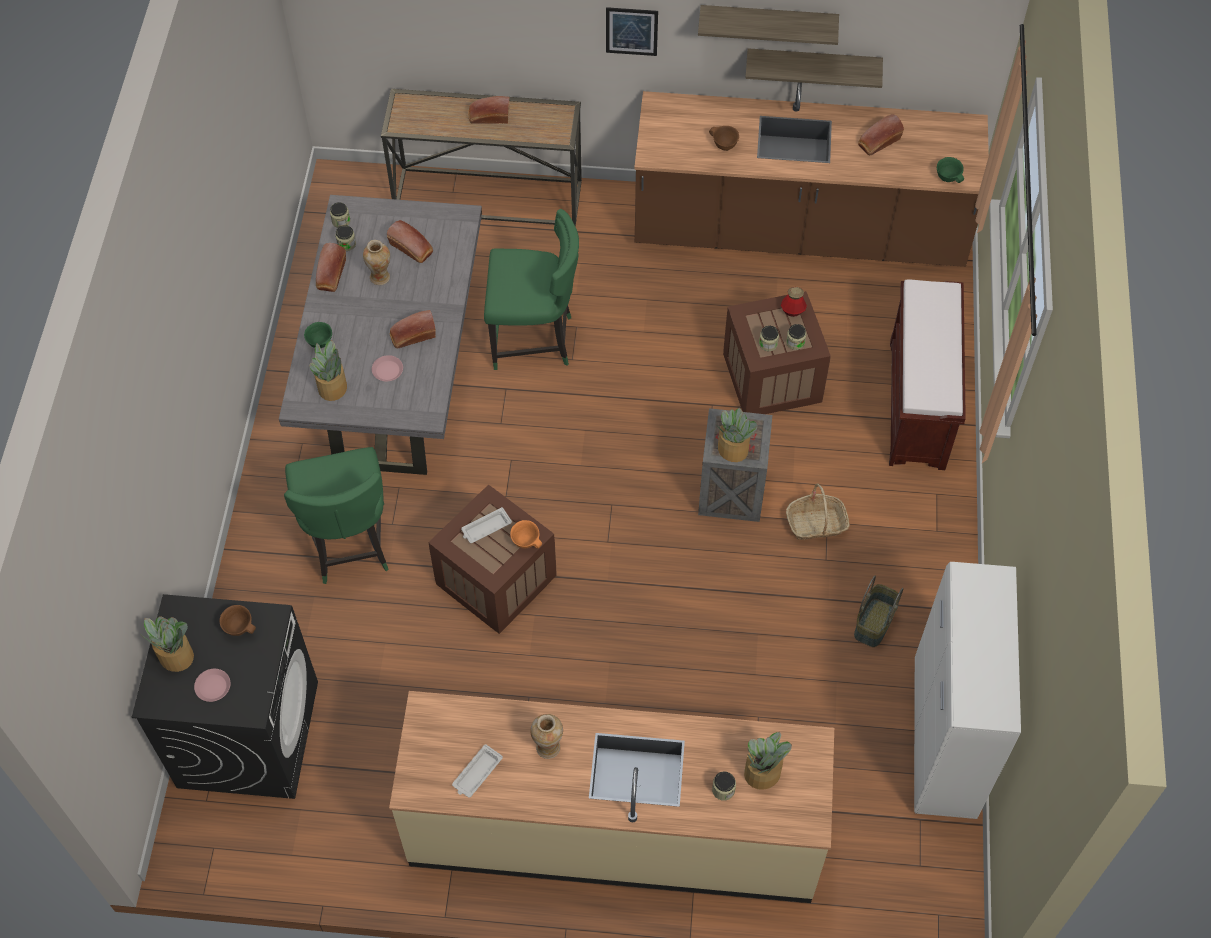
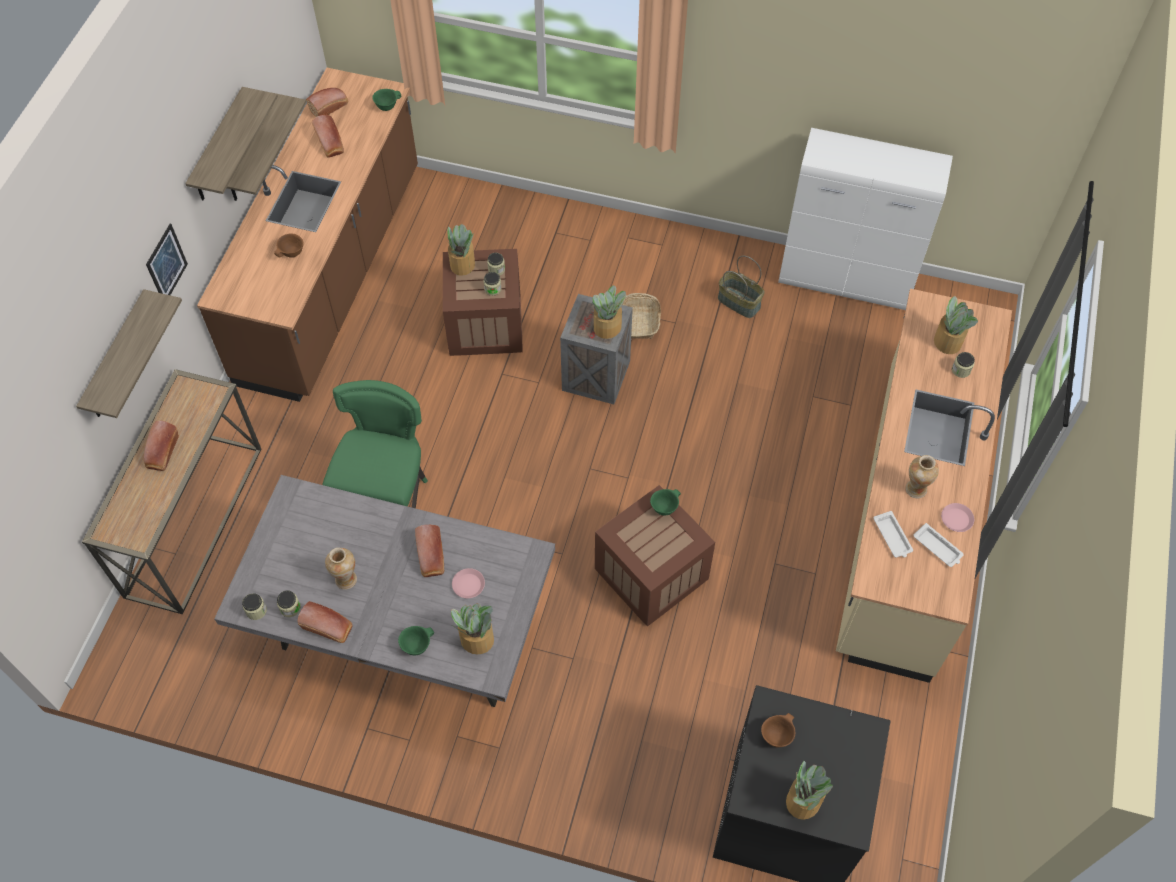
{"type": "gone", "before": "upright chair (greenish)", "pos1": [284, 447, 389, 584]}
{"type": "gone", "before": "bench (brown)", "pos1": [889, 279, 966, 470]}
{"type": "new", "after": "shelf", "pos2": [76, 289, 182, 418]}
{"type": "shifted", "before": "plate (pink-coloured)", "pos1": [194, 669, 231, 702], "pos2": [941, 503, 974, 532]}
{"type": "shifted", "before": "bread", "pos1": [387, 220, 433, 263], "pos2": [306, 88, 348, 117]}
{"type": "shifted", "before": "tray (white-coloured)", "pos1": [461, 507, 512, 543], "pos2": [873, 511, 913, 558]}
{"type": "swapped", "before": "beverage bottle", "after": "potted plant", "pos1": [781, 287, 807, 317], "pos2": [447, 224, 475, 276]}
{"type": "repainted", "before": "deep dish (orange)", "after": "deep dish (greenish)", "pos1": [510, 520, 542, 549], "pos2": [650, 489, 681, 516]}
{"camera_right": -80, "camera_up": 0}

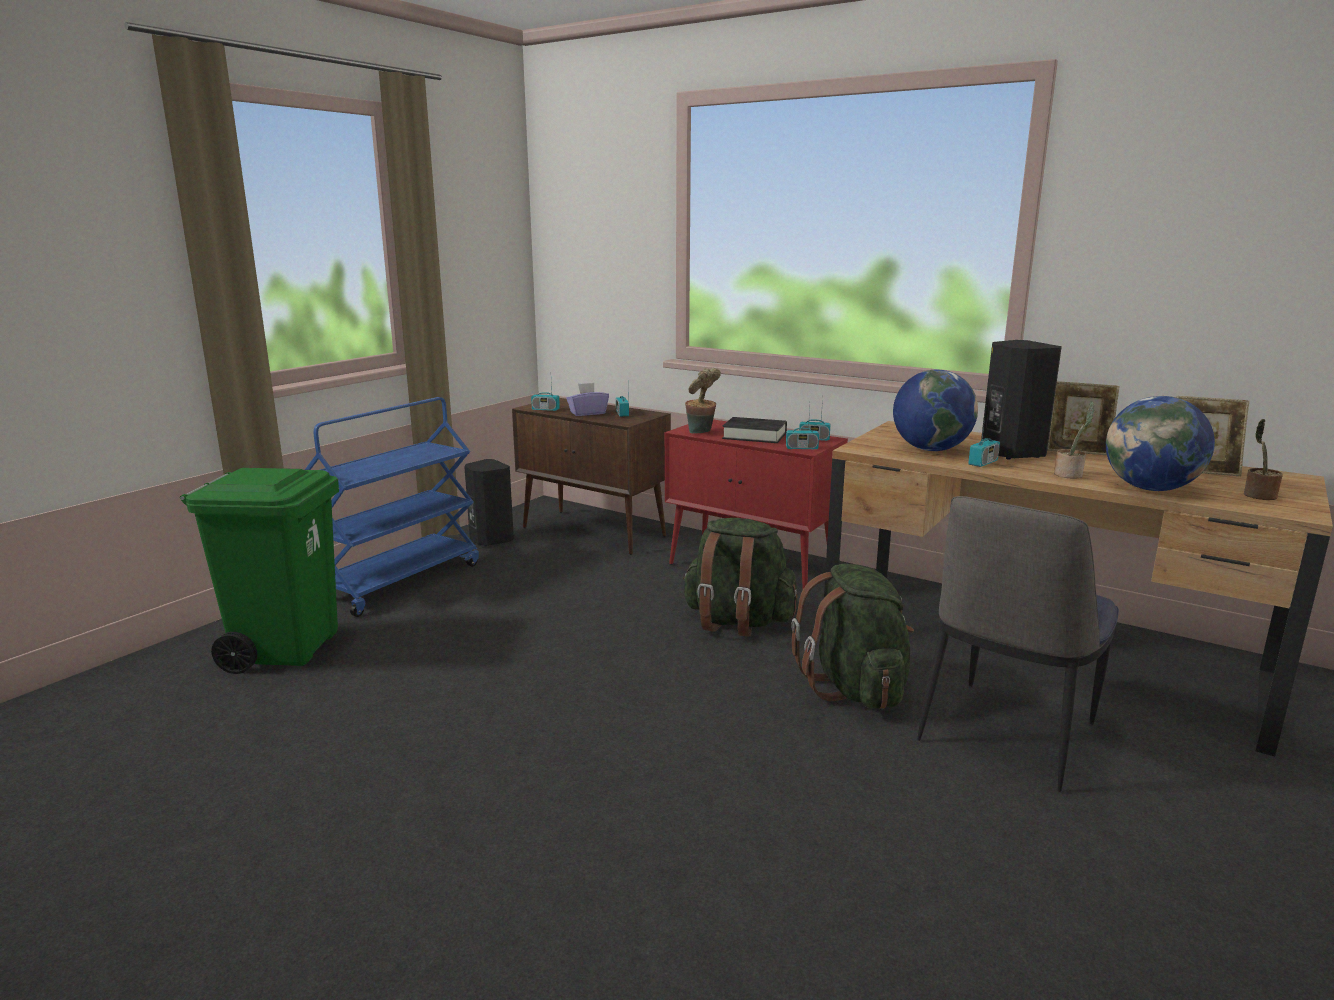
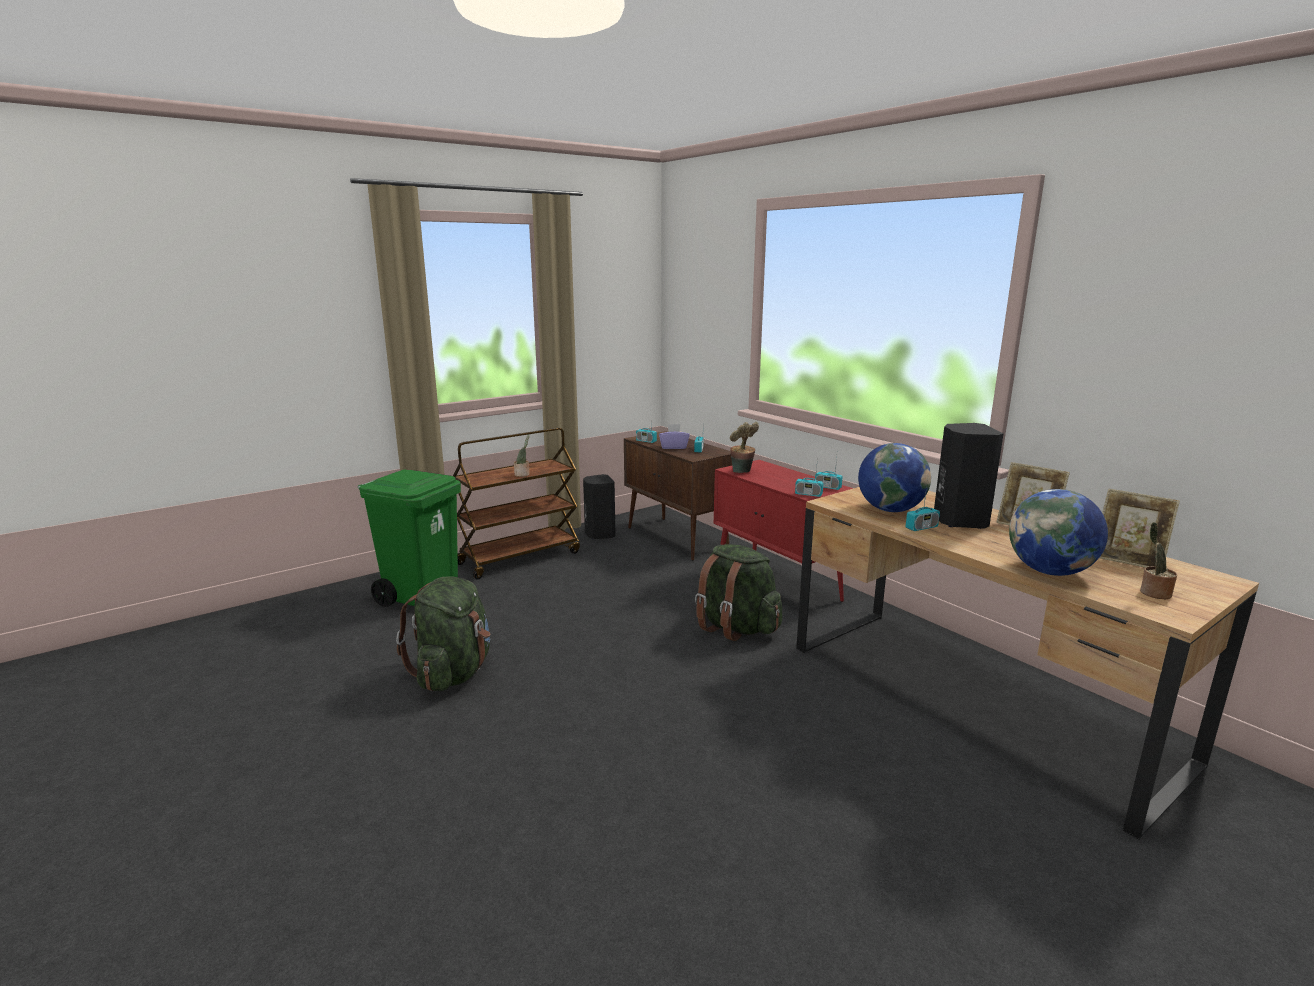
{"type": "gone", "before": "volume (blackish)", "pos1": [722, 417, 787, 443]}
{"type": "gone", "before": "upright chair", "pos1": [917, 496, 1119, 792]}
{"type": "shifted", "before": "knapsack (greenish)", "pos1": [791, 564, 914, 709], "pos2": [396, 576, 491, 691]}
{"type": "shifted", "before": "potted plant", "pos1": [1054, 401, 1094, 479], "pos2": [514, 434, 529, 477]}
{"type": "repainted", "before": "trolley (blue-coloured)", "after": "trolley (brown)", "pos1": [305, 397, 479, 617], "pos2": [453, 428, 580, 580]}
{"camera_right": 20, "camera_up": 0}

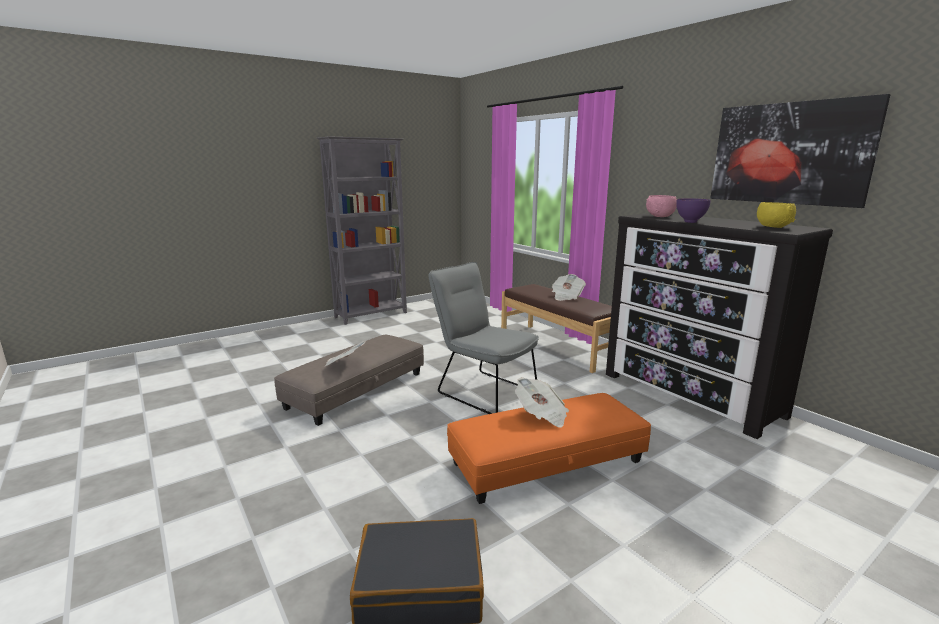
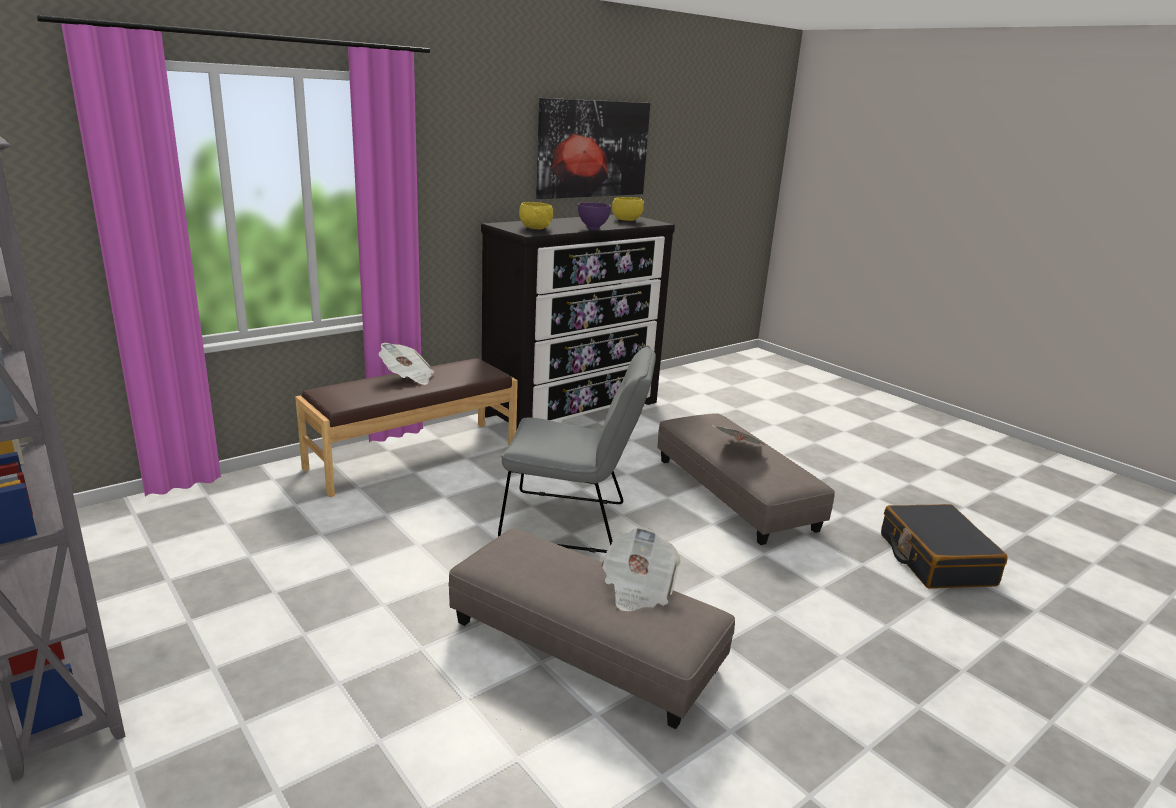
{"type": "repainted", "before": "pouffe (orange)", "after": "pouffe (grey)", "pos1": [447, 393, 651, 504], "pos2": [657, 413, 835, 545]}
{"type": "repainted", "before": "deep dish (pink-coloured)", "after": "deep dish (yellow)", "pos1": [646, 195, 677, 217], "pos2": [519, 202, 553, 229]}
{"type": "rotated", "before": "upright chair (grey)", "pos1": [428, 262, 539, 414], "pos2": [498, 345, 656, 553], "turn": -120}
{"camera_right": -95, "camera_up": 5}

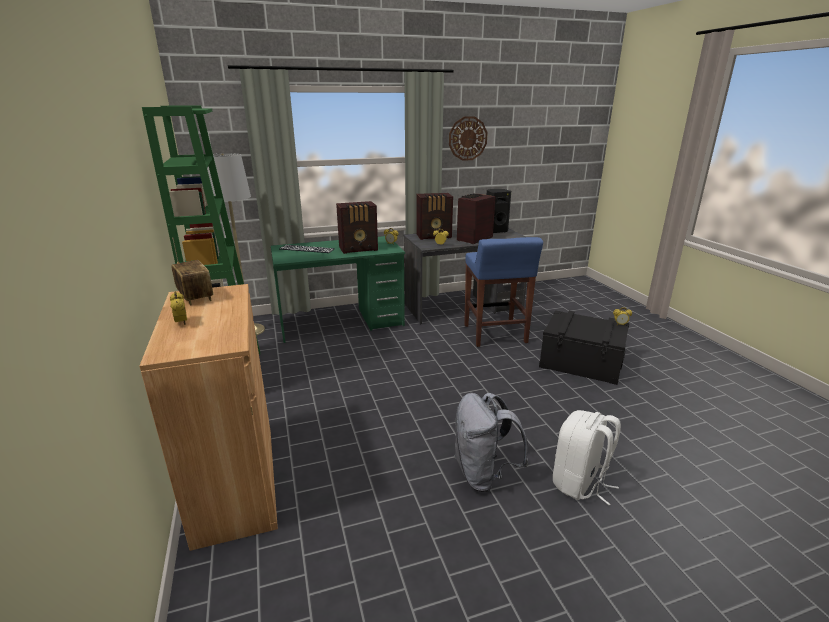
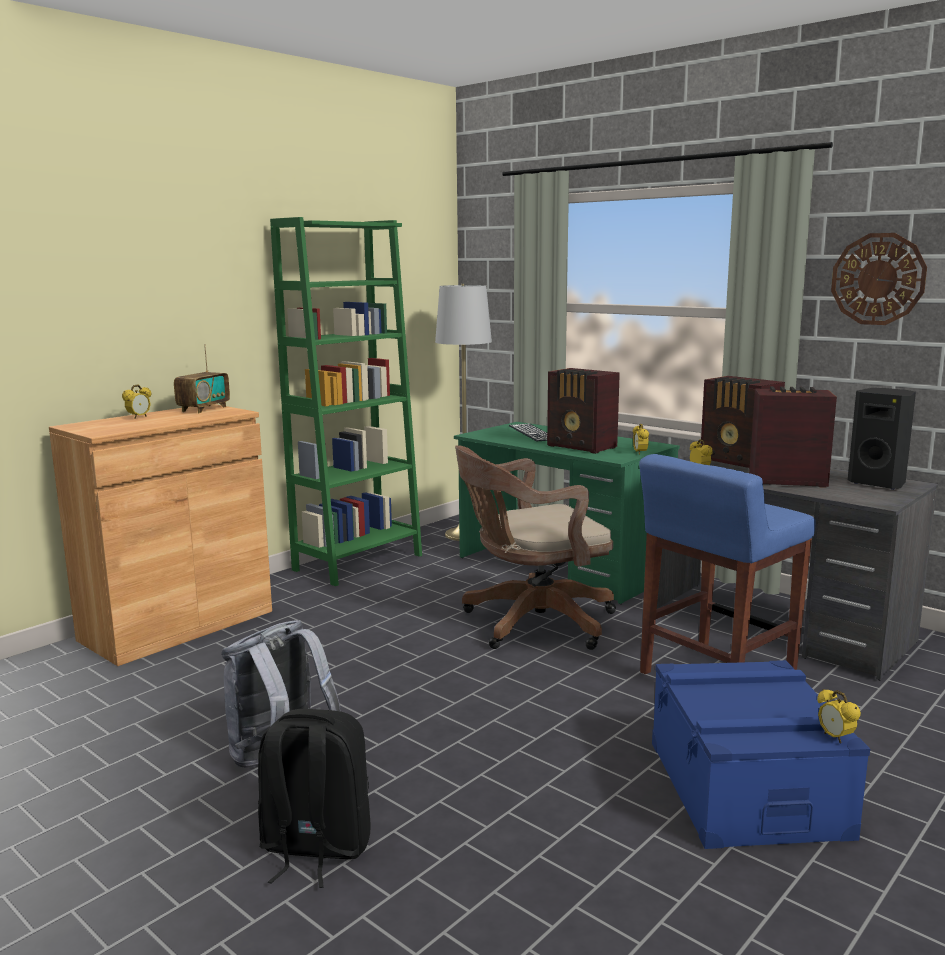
{"type": "new", "after": "desk chair (brown)", "pos2": [455, 445, 616, 650]}
{"type": "repainted", "before": "storage box (blackish)", "after": "storage box (blue-coloured)", "pos1": [539, 310, 629, 385], "pos2": [652, 660, 870, 849]}
{"type": "repainted", "before": "knapsack (white-coloured)", "after": "knapsack (blackish)", "pos1": [553, 410, 621, 505], "pos2": [258, 709, 371, 888]}
{"camera_right": 60, "camera_up": -10}

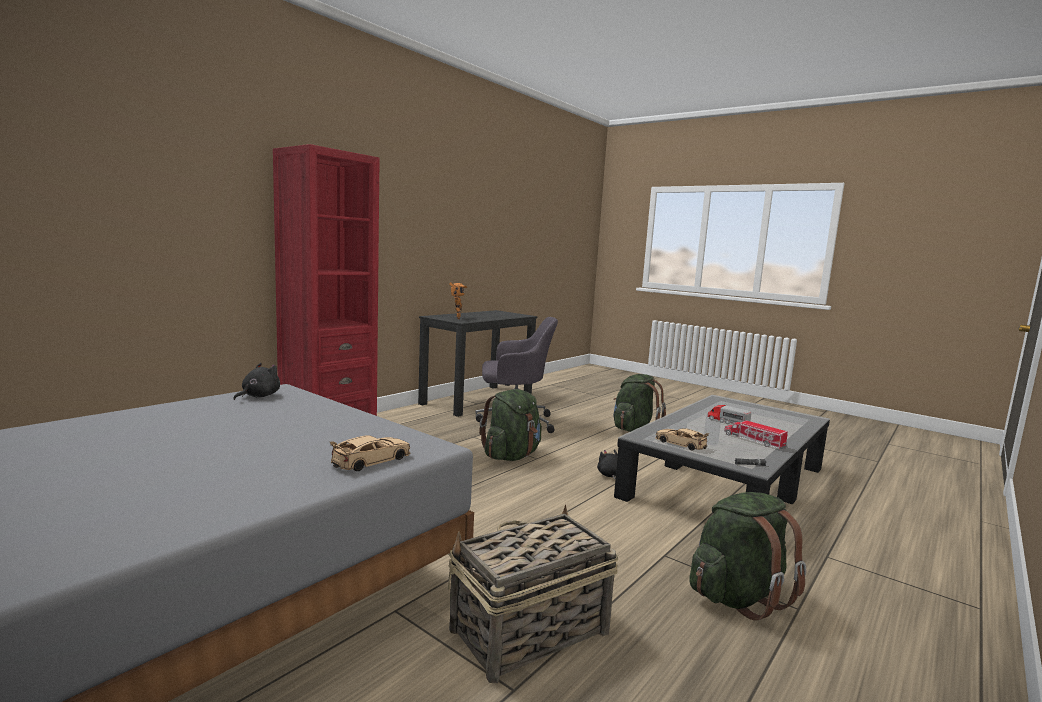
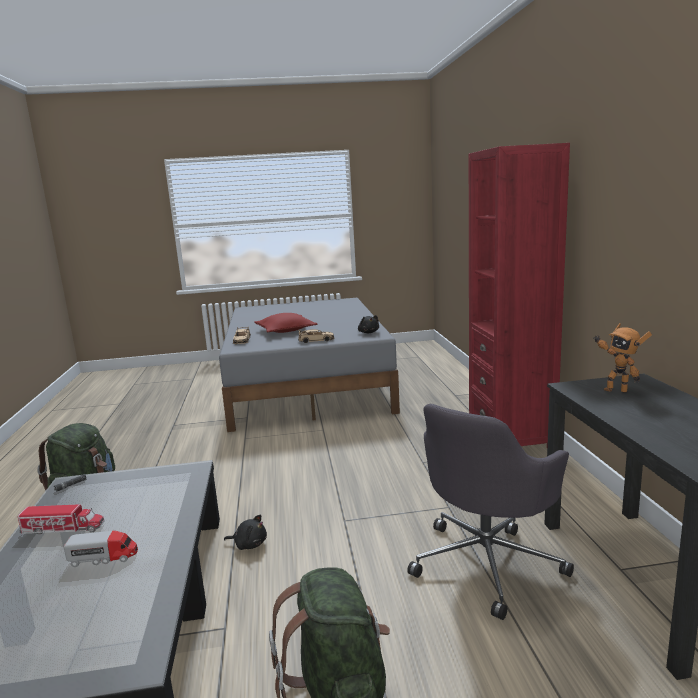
{"type": "gone", "before": "household basket", "pos1": [448, 505, 618, 683]}
{"type": "gone", "before": "knapsack (greenish)", "pos1": [479, 389, 542, 461]}
{"type": "new", "after": "cushion (red-coloured)", "pos2": [255, 313, 318, 333]}
{"type": "shifted", "before": "model car (sand-coloured)", "pos1": [655, 428, 709, 450], "pos2": [298, 329, 334, 343]}
{"camera_right": 135, "camera_up": 5}

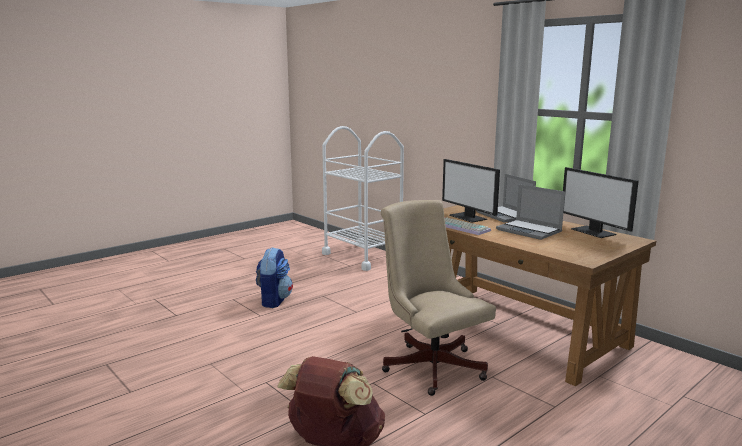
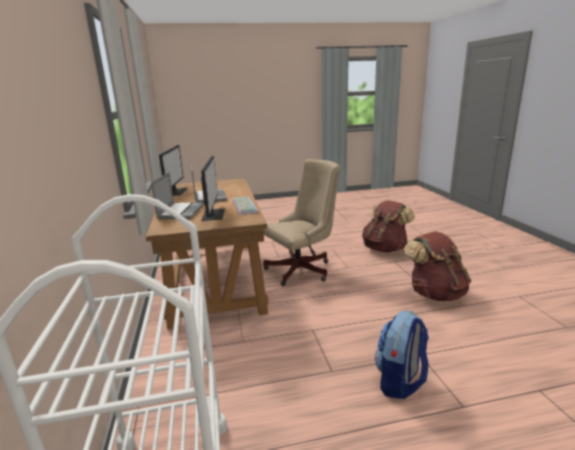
{"type": "new", "after": "knapsack (brown)", "pos2": [404, 231, 471, 301]}
{"type": "rotated", "before": "desk chair (sand-coloured)", "pos1": [381, 200, 496, 396], "pos2": [263, 159, 341, 286], "turn": -120}
{"camera_right": -150, "camera_up": 5}

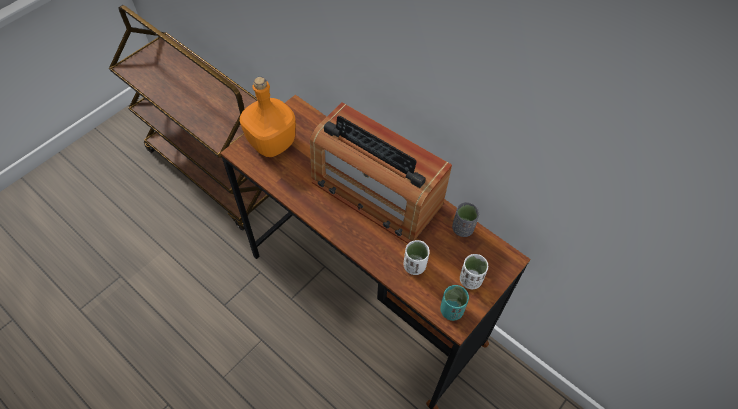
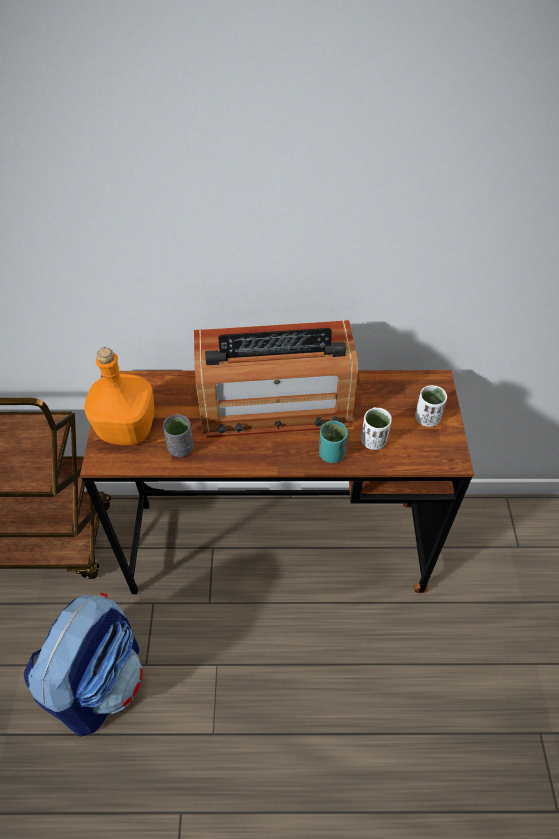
{"type": "new", "after": "knapsack", "pos2": [24, 593, 143, 737]}
{"type": "shifted", "before": "cup (turquoise)", "pos1": [440, 285, 469, 321], "pos2": [319, 421, 348, 463]}
{"type": "shifted", "before": "cup (grey)", "pos1": [452, 202, 479, 237], "pos2": [163, 414, 194, 457]}
{"camera_right": -40, "camera_up": -5}

